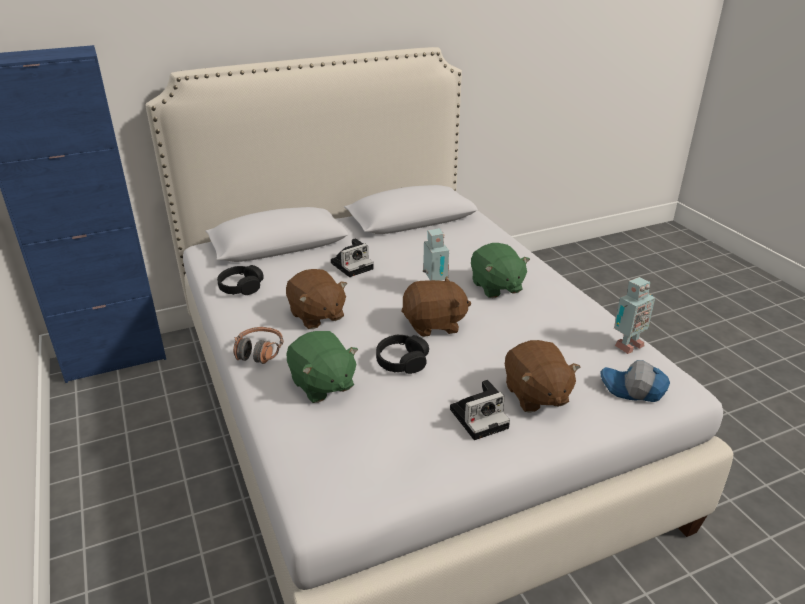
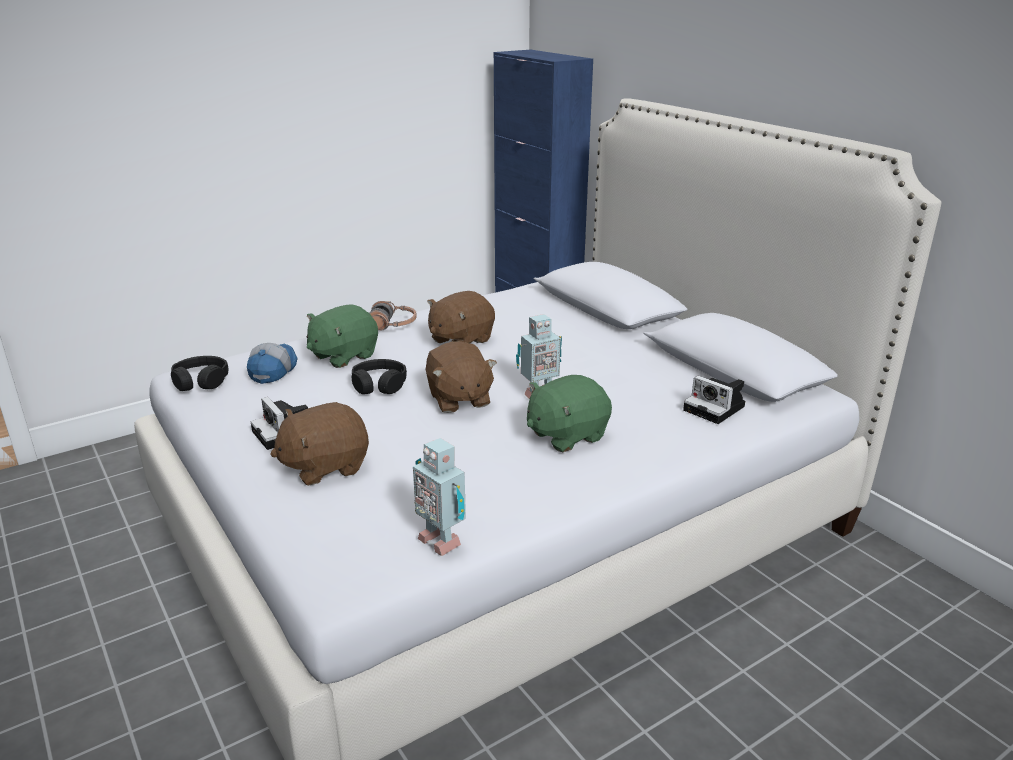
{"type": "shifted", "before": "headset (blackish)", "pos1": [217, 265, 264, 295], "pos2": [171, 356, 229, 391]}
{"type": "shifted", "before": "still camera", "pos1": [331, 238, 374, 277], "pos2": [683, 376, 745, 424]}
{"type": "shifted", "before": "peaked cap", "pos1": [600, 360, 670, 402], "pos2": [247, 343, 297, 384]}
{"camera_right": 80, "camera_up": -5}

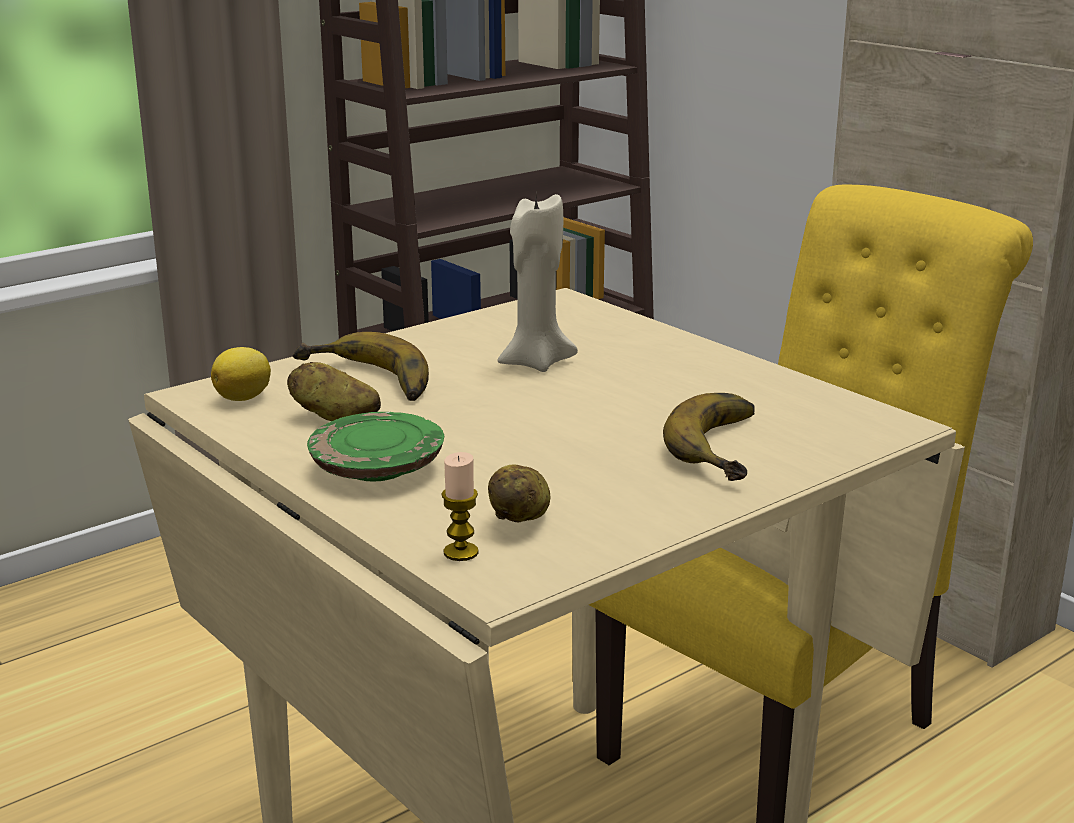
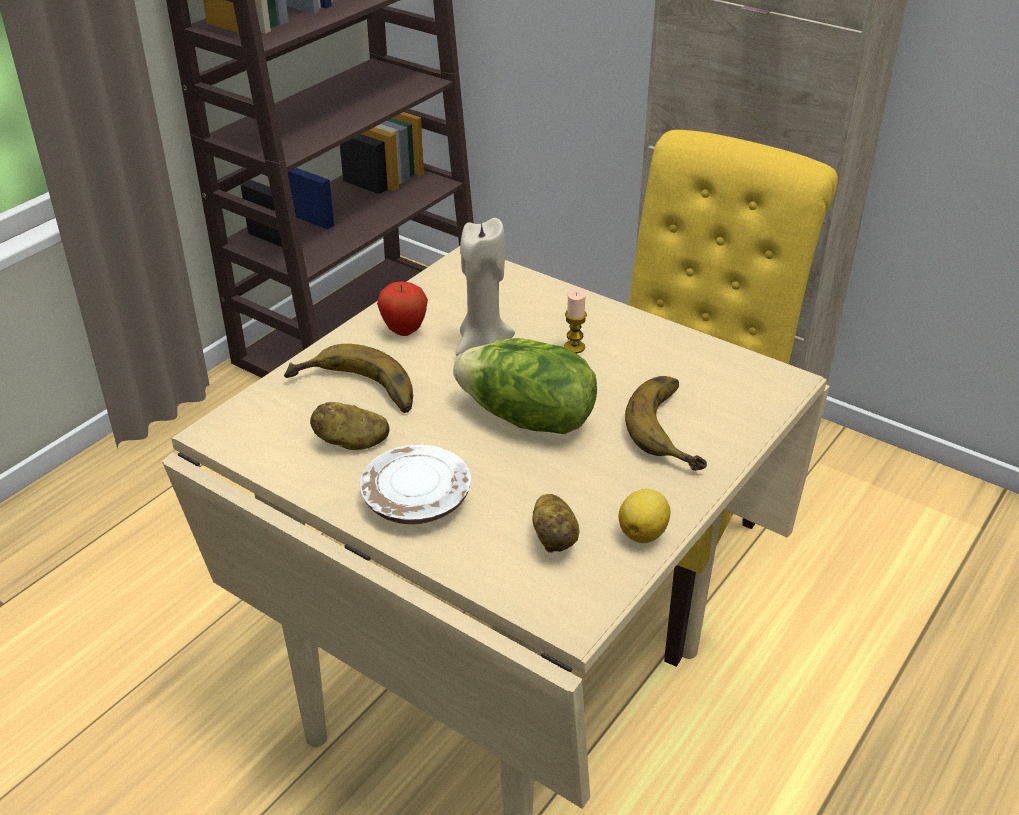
{"type": "new", "after": "whole apple", "pos2": [377, 281, 428, 336]}
{"type": "new", "after": "head of lettuce", "pos2": [453, 338, 597, 434]}
{"type": "shifted", "before": "whole lemon", "pos1": [211, 347, 271, 401], "pos2": [619, 489, 670, 543]}
{"type": "shifted", "before": "wax light", "pos1": [442, 452, 479, 561], "pos2": [564, 289, 587, 353]}
{"type": "repainted", "before": "plate (greenish)", "after": "plate (white-coloured)", "pos1": [307, 412, 444, 481], "pos2": [360, 445, 471, 524]}
{"camera_right": -15, "camera_up": 15}

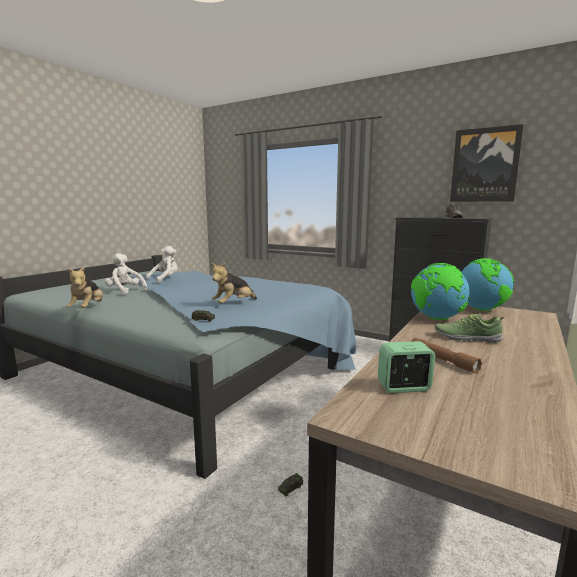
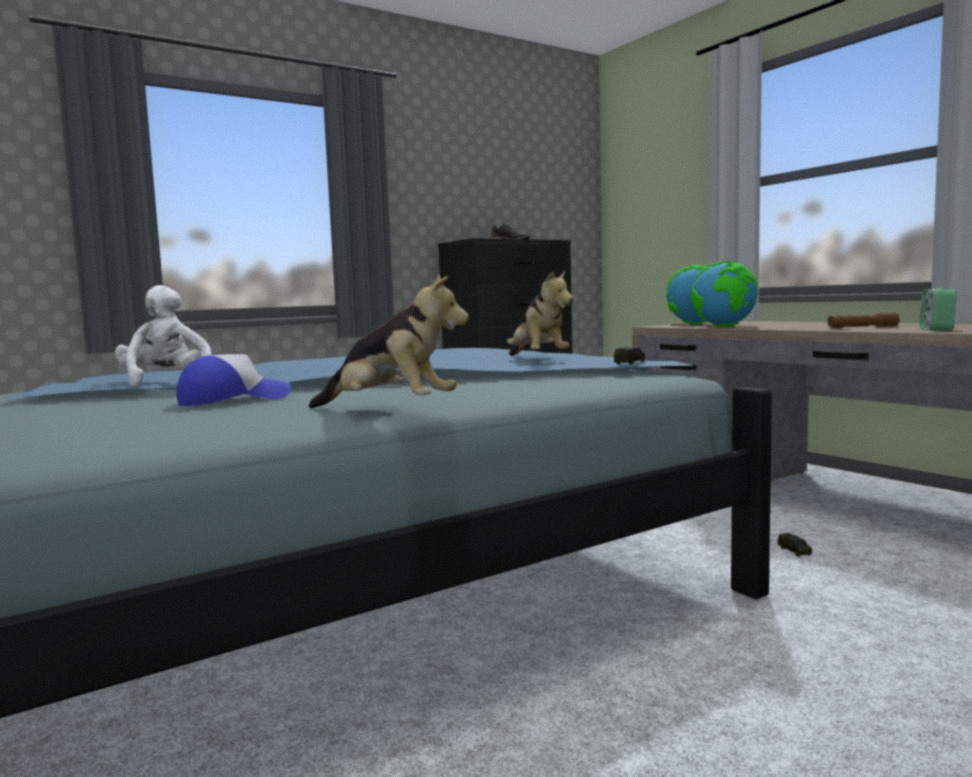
{"type": "gone", "before": "item of footwear", "pos1": [435, 313, 504, 343]}
{"type": "gone", "before": "wall art", "pos1": [450, 124, 523, 202]}
{"type": "swapped", "before": "cuddly toy (white-coloured)", "after": "peaked cap", "pos1": [105, 253, 147, 295], "pos2": [176, 354, 291, 406]}
{"camera_right": -65, "camera_up": -5}

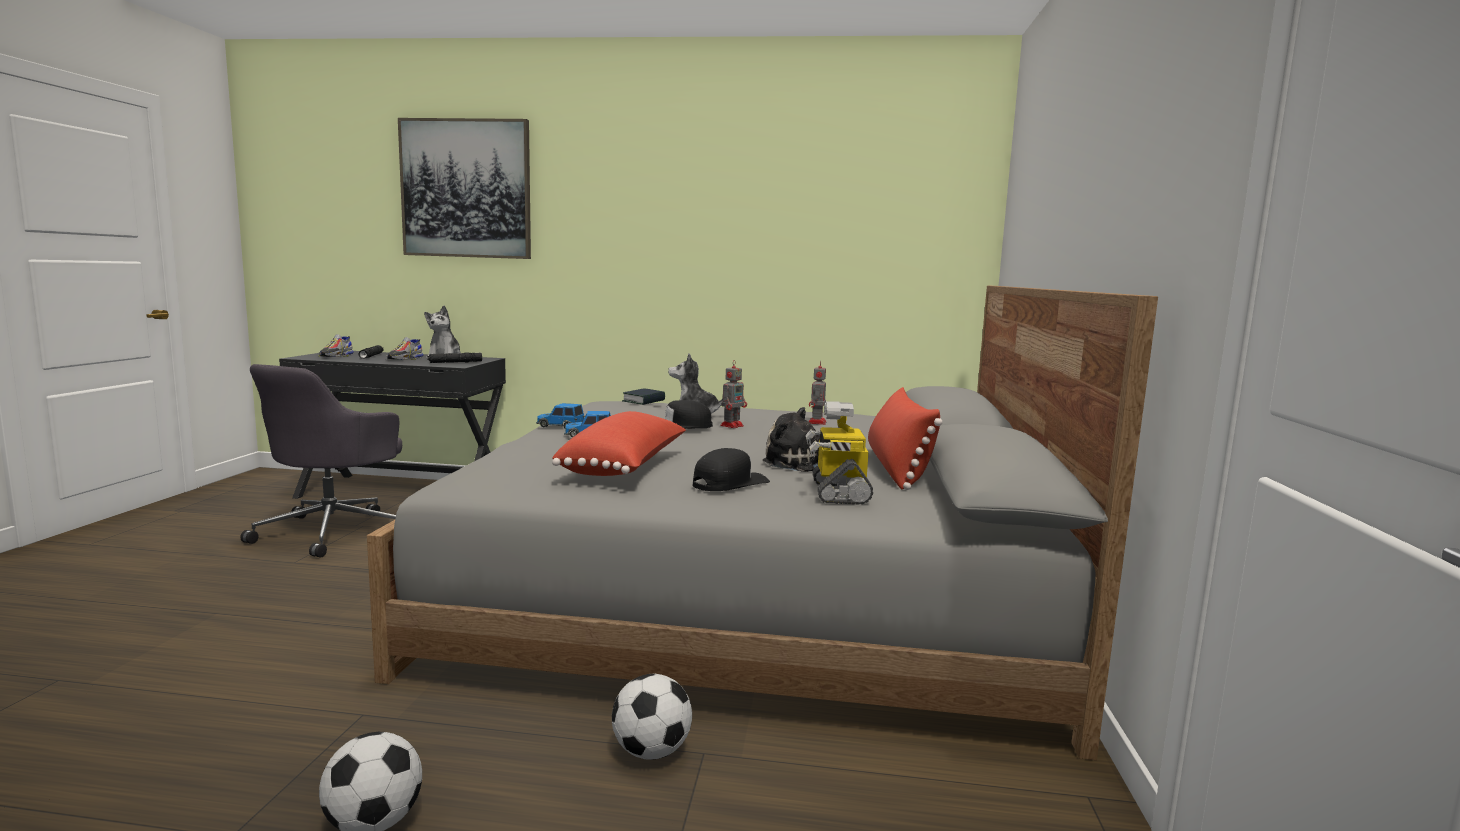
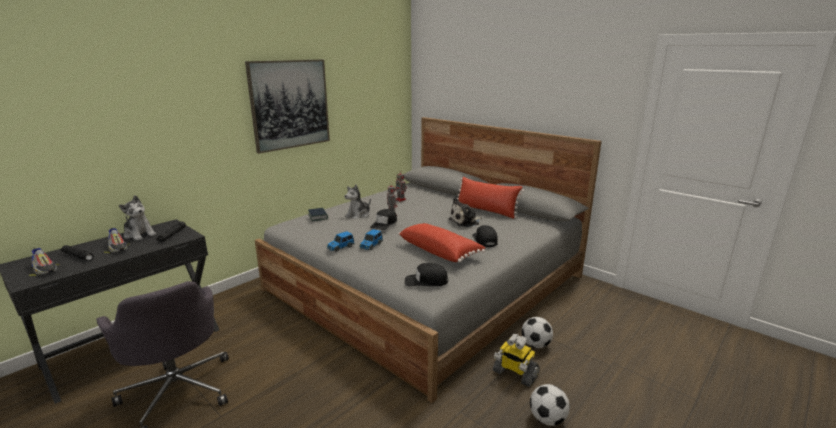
{"type": "new", "after": "peaked cap (blackish)", "pos2": [405, 263, 448, 286]}
{"type": "shifted", "before": "wall art", "pos1": [398, 118, 531, 259], "pos2": [245, 60, 330, 154]}
{"type": "shifted", "before": "robot figure", "pos1": [806, 401, 873, 505], "pos2": [493, 334, 540, 387]}
{"camera_right": -55, "camera_up": 10}

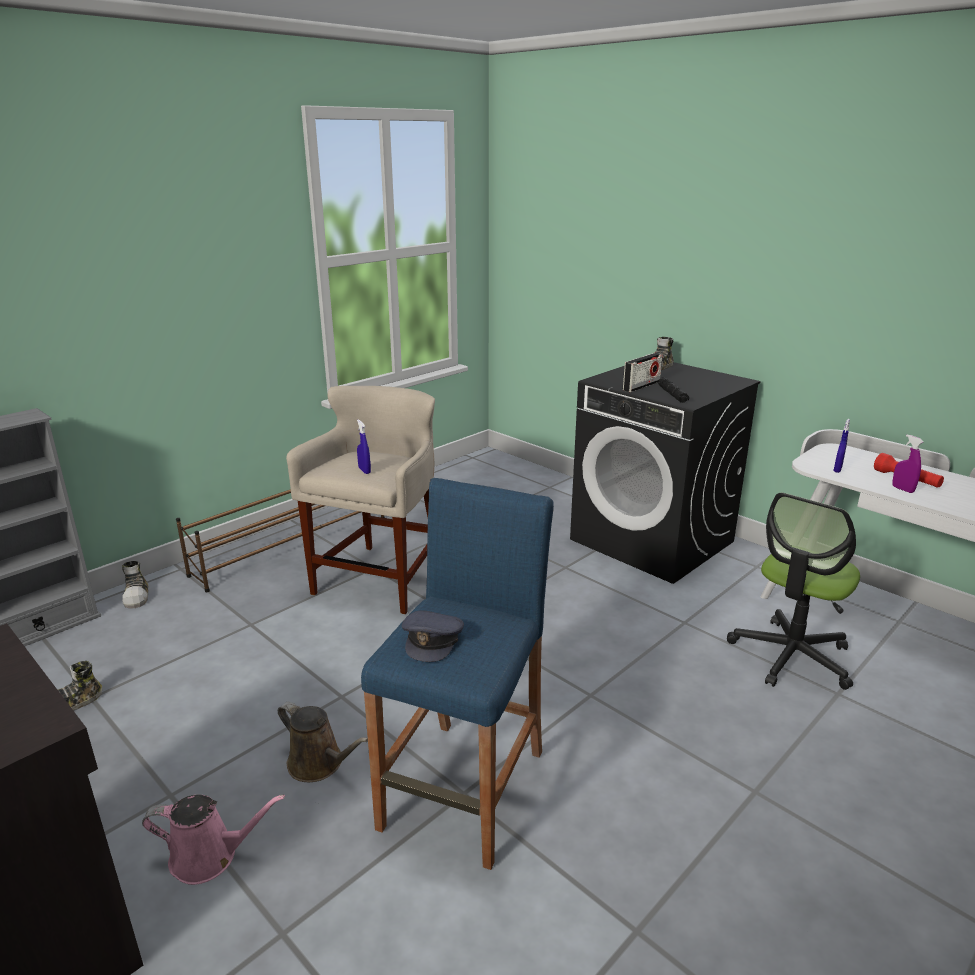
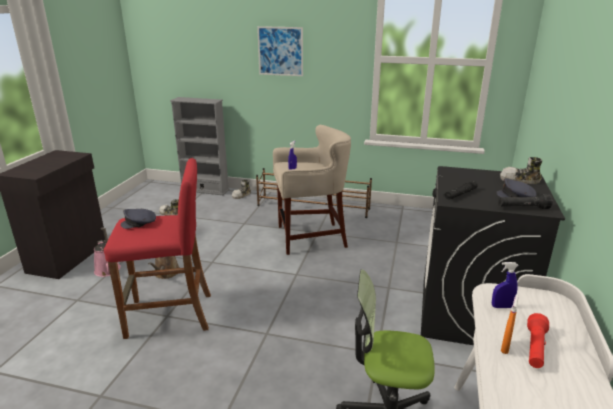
{"type": "gone", "before": "radio", "pos1": [622, 353, 663, 392]}
{"type": "new", "after": "wall art", "pos2": [257, 26, 303, 76]}
{"type": "new", "after": "peaked cap (grey)", "pos2": [496, 178, 536, 197]}
{"type": "new", "after": "flashlight (blackish)", "pos2": [498, 194, 553, 209]}
{"type": "repainted", "before": "stool seat (blue-coloured)", "after": "stool seat (red-coloured)", "pos1": [361, 478, 554, 870], "pos2": [104, 158, 211, 339]}
{"type": "repainted", "before": "sprayer (purplish)", "after": "sprayer (orange)", "pos1": [892, 434, 924, 493], "pos2": [501, 294, 518, 354]}
{"camera_right": 60, "camera_up": 0}

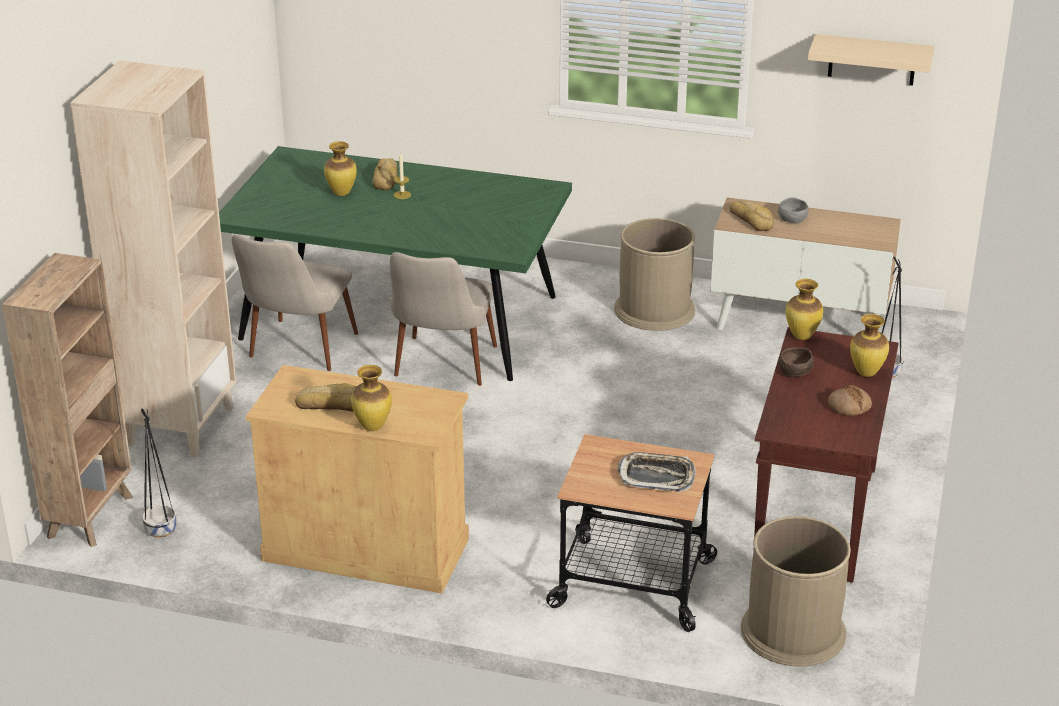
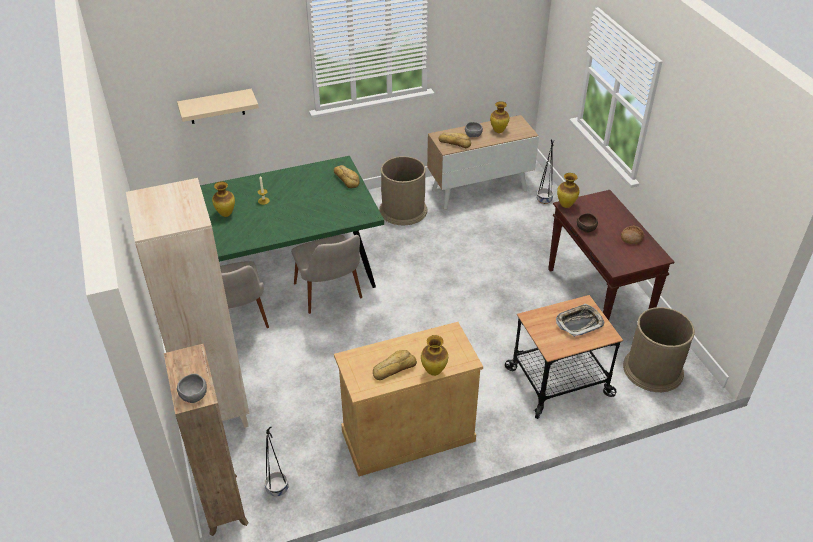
{"type": "new", "after": "deep dish (grey)", "pos2": [177, 374, 207, 403]}
{"type": "shifted", "before": "bread", "pos1": [372, 158, 397, 190], "pos2": [334, 165, 360, 188]}
{"type": "shifted", "before": "shelf (sand-coloured)", "pos1": [808, 34, 935, 86], "pos2": [177, 89, 259, 124]}
{"type": "shifted", "before": "flower vase", "pos1": [850, 314, 889, 377], "pos2": [490, 101, 509, 133]}
{"camera_right": -35, "camera_up": 10}

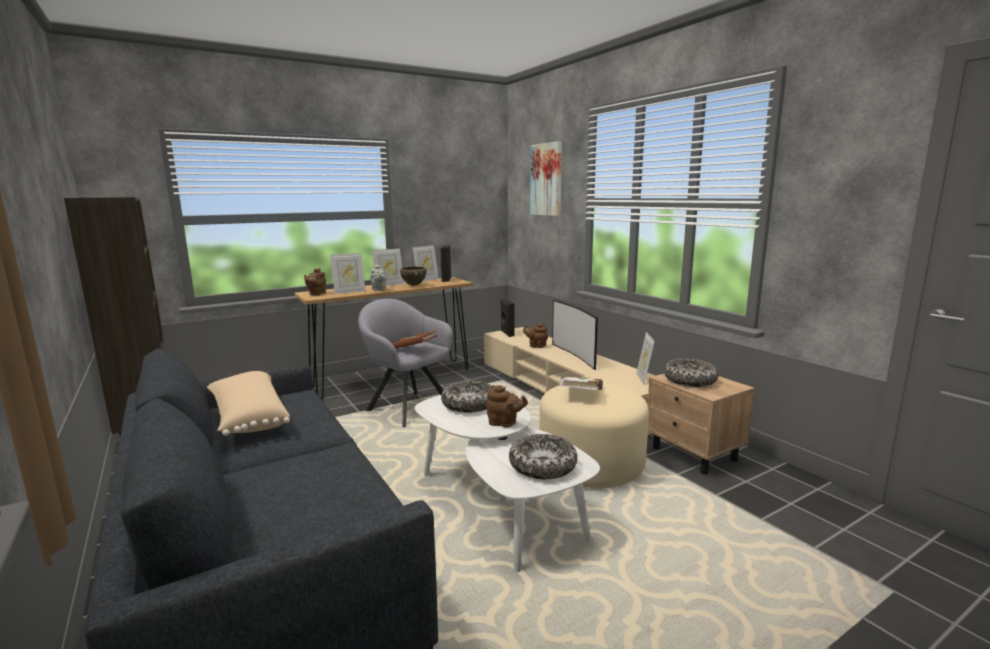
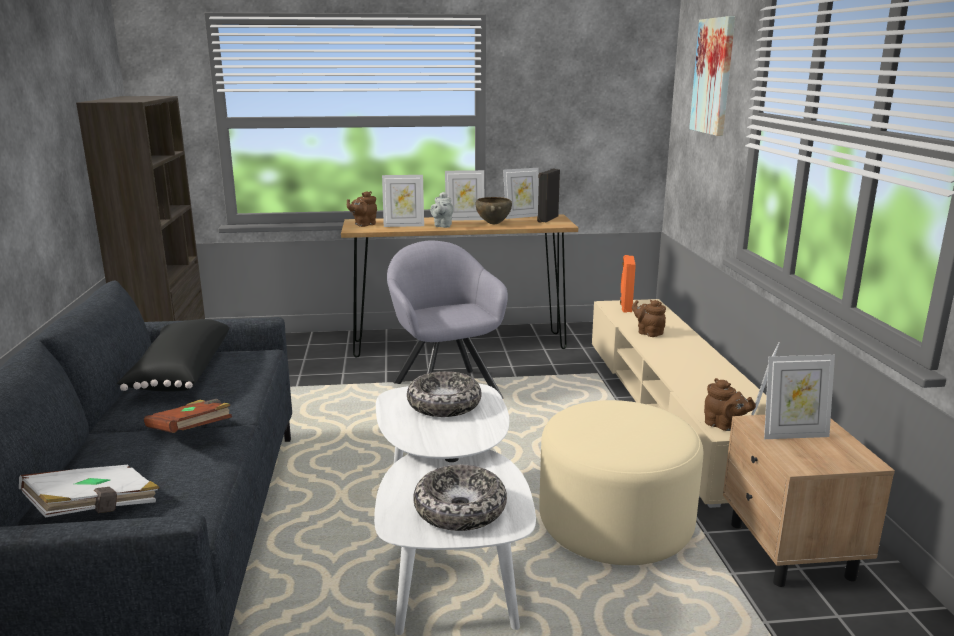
{"type": "gone", "before": "TV", "pos1": [552, 300, 598, 370]}
{"type": "shifted", "before": "volume (brown)", "pos1": [392, 330, 437, 349], "pos2": [144, 399, 232, 433]}
{"type": "shifted", "before": "teapot (brown)", "pos1": [486, 385, 528, 427], "pos2": [704, 378, 756, 431]}
{"type": "shifted", "before": "volume (white-coloured)", "pos1": [559, 377, 603, 390], "pos2": [19, 465, 159, 517]}
{"type": "swapped", "before": "deep dish", "after": "photo frame", "pos1": [664, 358, 719, 387], "pos2": [764, 355, 835, 439]}
{"type": "repainted", "before": "cushion (sand-coloured)", "after": "cushion (blackish)", "pos1": [207, 371, 290, 436], "pos2": [117, 319, 230, 391]}
{"type": "repainted", "before": "audio speaker (blackish)", "after": "audio speaker (orange)", "pos1": [501, 299, 515, 337], "pos2": [620, 255, 636, 313]}
{"camera_right": 25, "camera_up": 5}

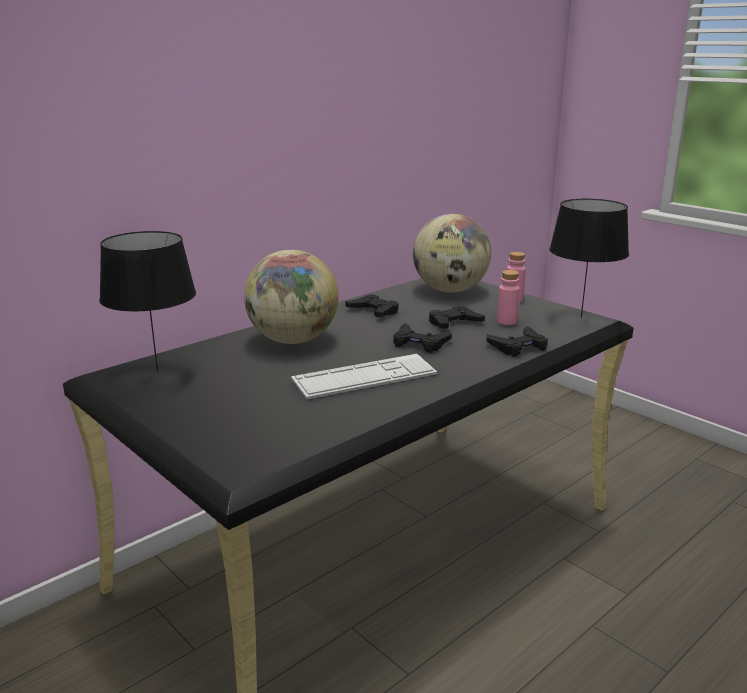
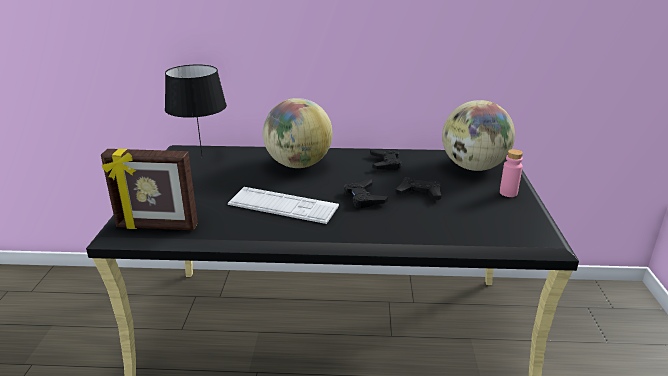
{"type": "gone", "before": "joypad (blackish)", "pos1": [487, 326, 548, 356]}
{"type": "gone", "before": "beverage bottle (pink-coloured)", "pos1": [497, 270, 520, 325]}
{"type": "gone", "before": "tabletop lamp (blackish)", "pos1": [549, 199, 629, 318]}
{"type": "new", "after": "photo frame", "pos2": [101, 149, 198, 230]}
{"camera_right": 45, "camera_up": 5}

